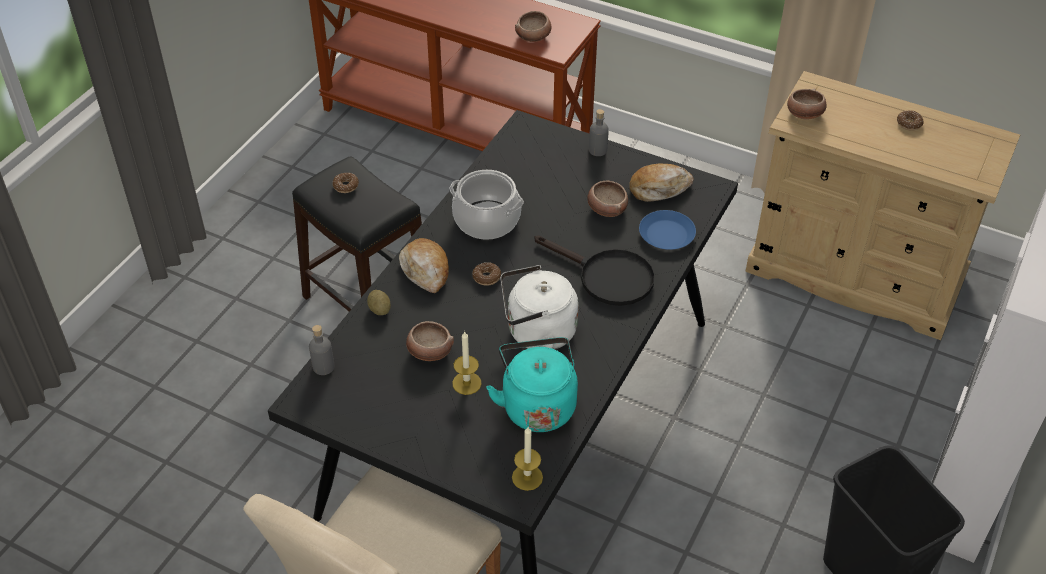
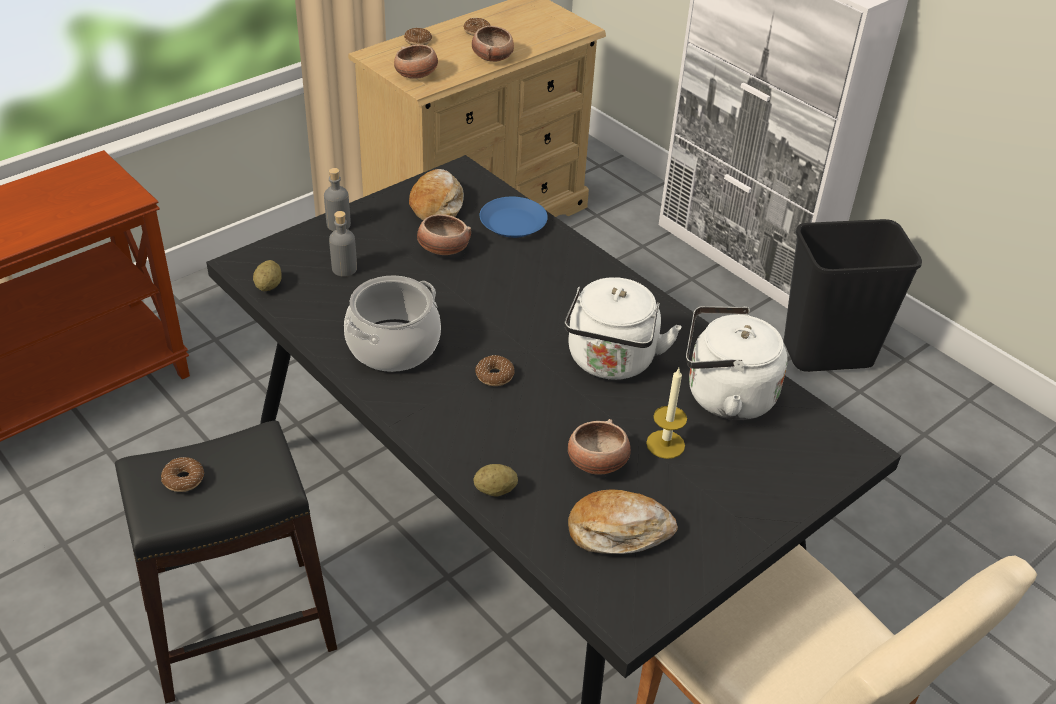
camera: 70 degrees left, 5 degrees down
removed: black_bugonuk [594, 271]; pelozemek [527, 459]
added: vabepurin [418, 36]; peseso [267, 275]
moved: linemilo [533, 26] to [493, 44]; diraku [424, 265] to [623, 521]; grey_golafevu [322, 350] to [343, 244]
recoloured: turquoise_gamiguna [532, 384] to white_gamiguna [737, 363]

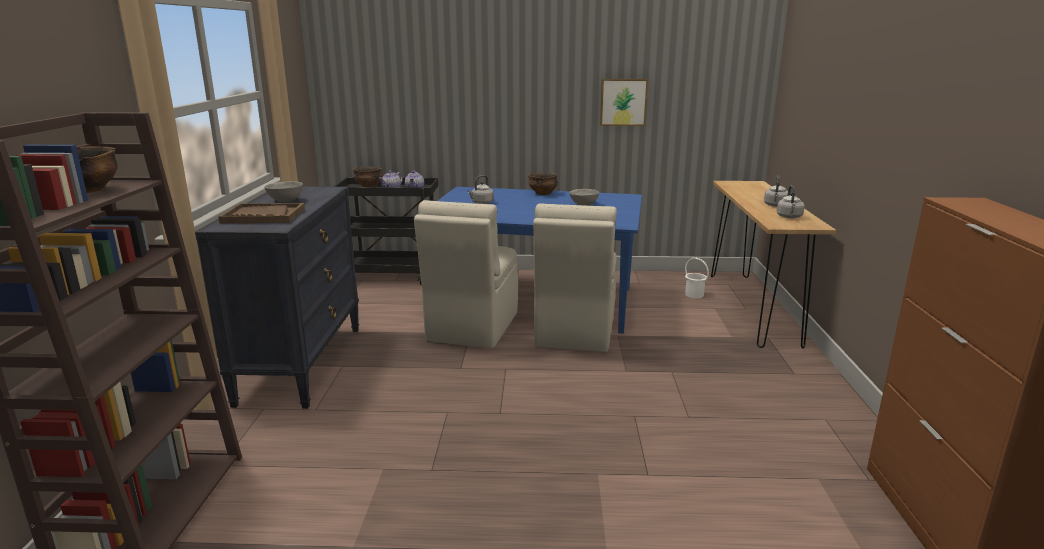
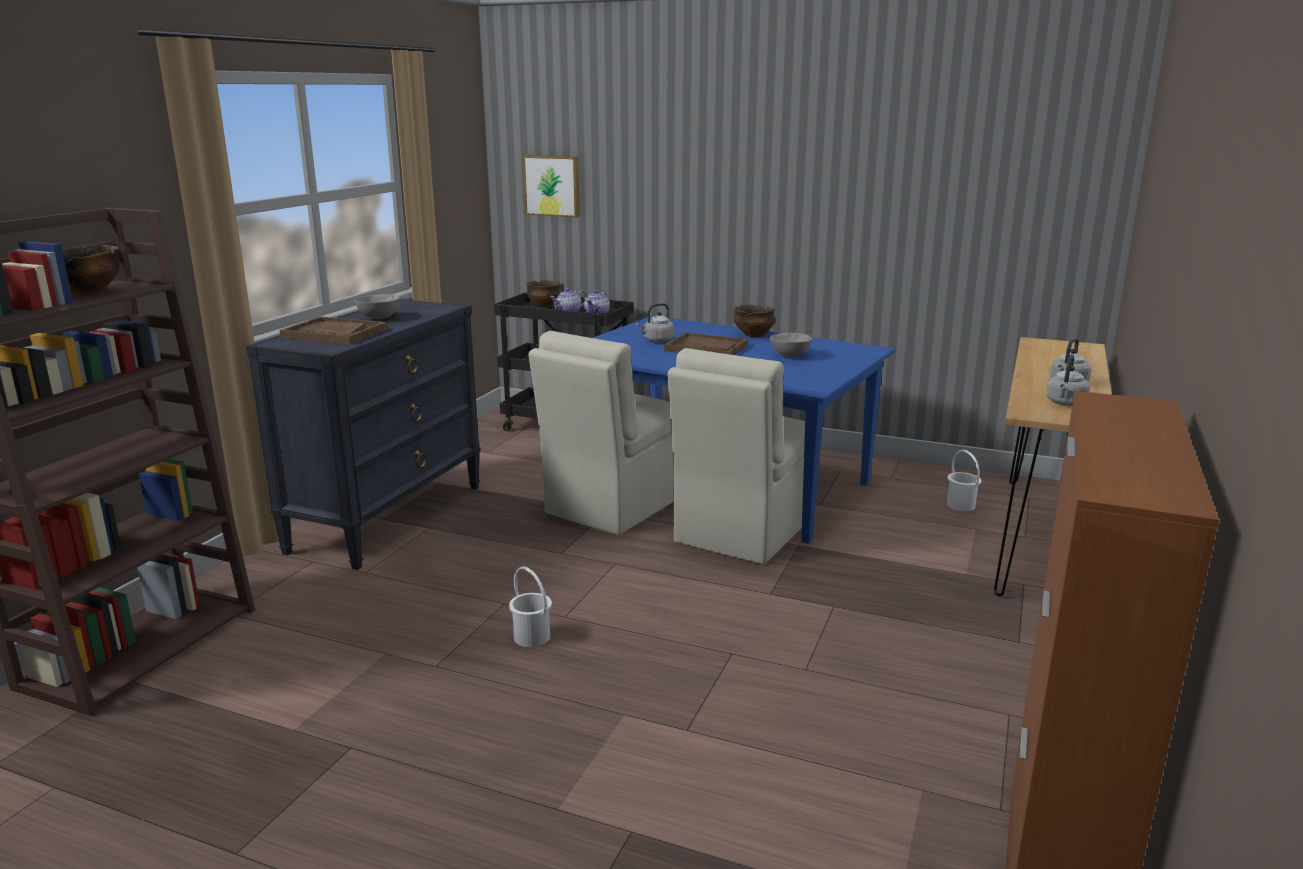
camera: 20 degrees right, 0 degrees up
added: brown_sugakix [706, 343]; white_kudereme [530, 606]
moved: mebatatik [624, 102] to [551, 186]

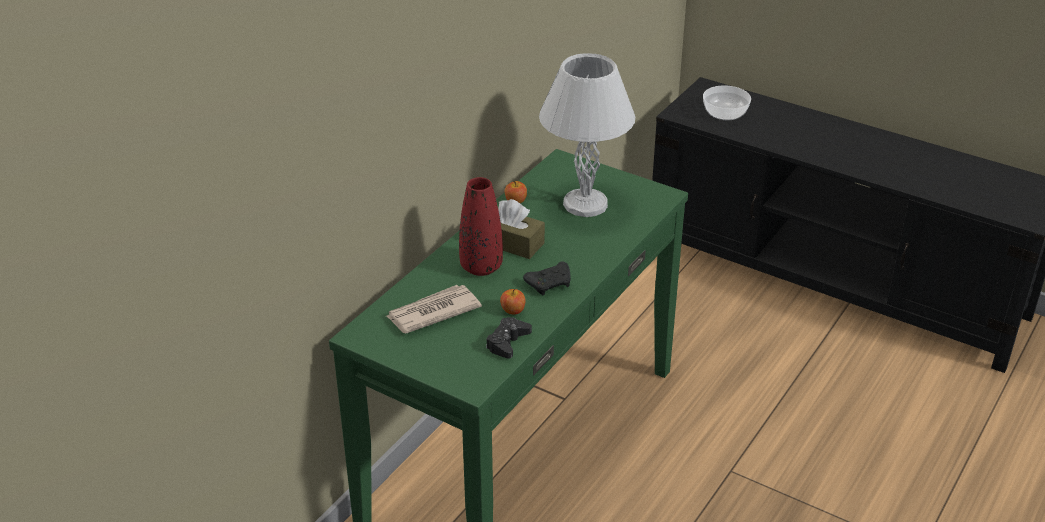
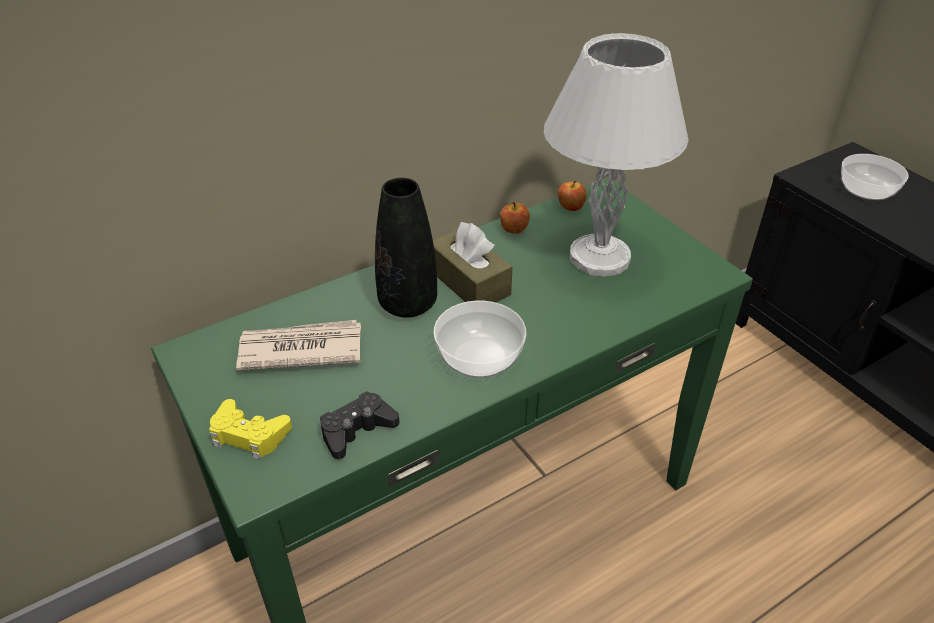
camera: 25 degrees right, 5 degrees up
added: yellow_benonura [250, 429]
moved: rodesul [513, 302] to [572, 196]
replaced: black_benonura [547, 278] to linemilo [479, 339]
recoloured: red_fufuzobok [481, 226] to black_fufuzobok [406, 248]

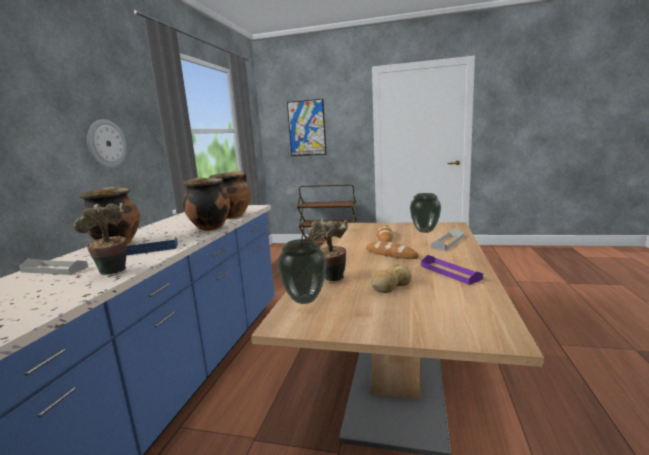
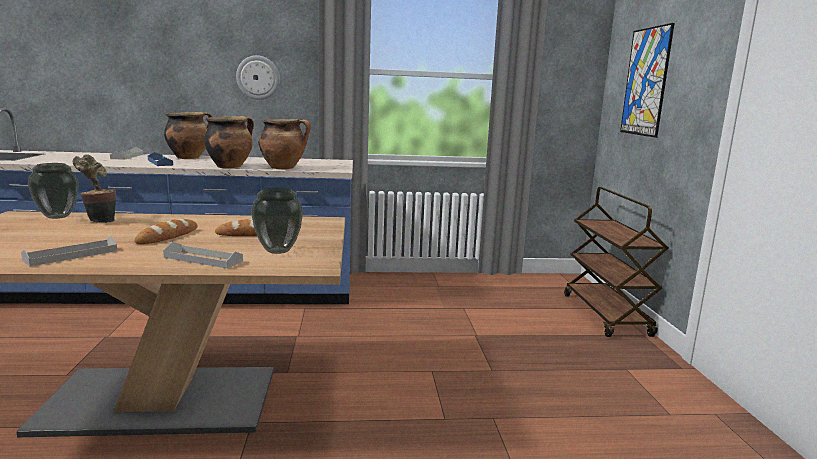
camera: 70 degrees right, 0 degrees up
removed: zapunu [100, 239]; diraku [391, 278]
recoloured: purple_sugakix [452, 270] to grey_sugakix [69, 251]

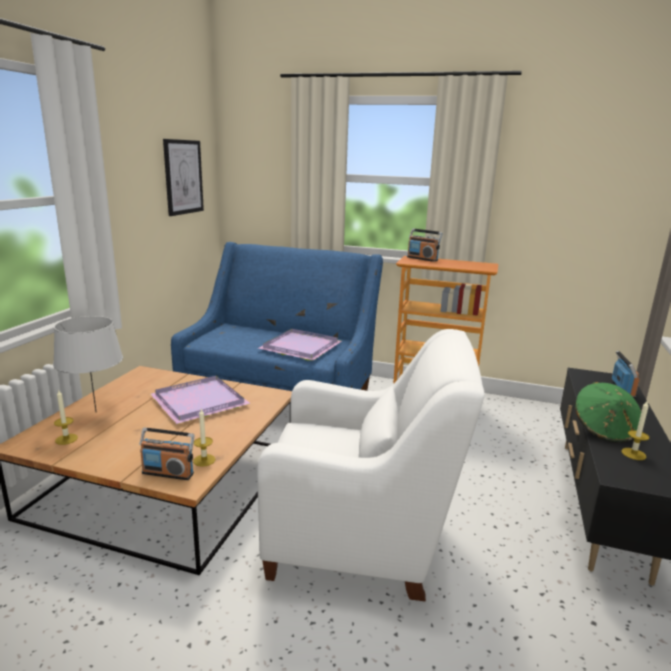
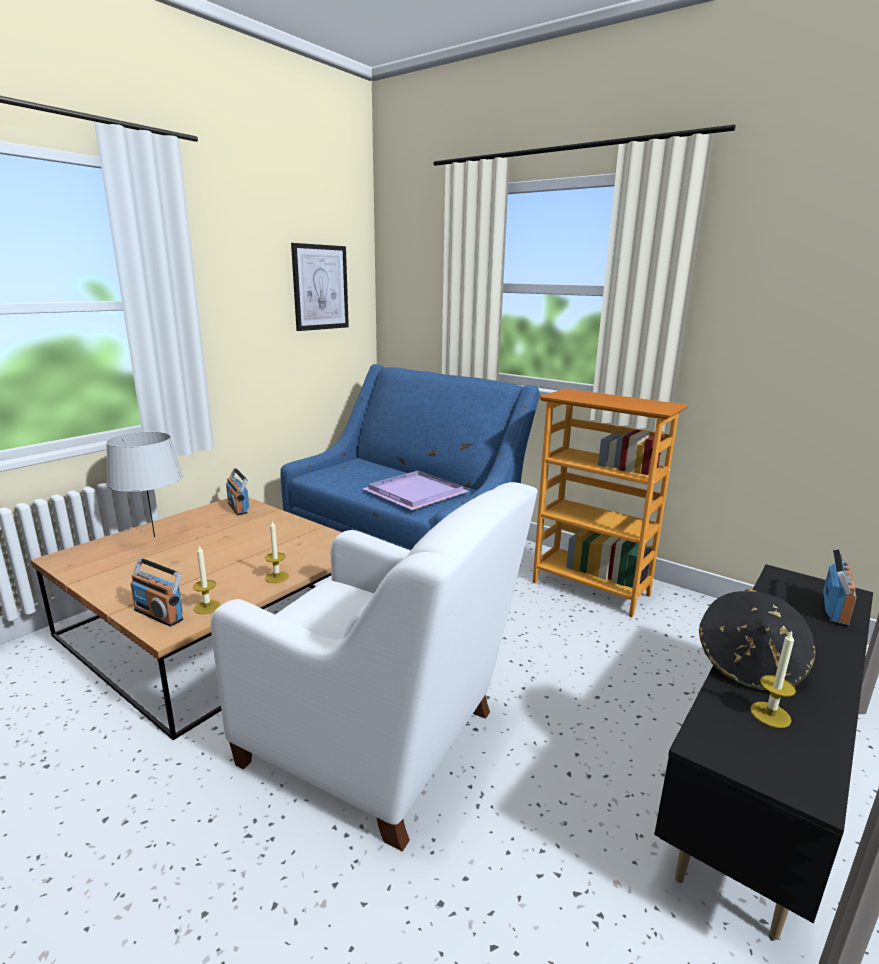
camera: 20 degrees right, 0 degrees up
removed: purple_sugakix [200, 400]
moved: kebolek [425, 245] to [237, 491]; pelozemek [66, 417] to [277, 552]
recoloured: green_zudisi [608, 412] to black_zudisi [757, 640]

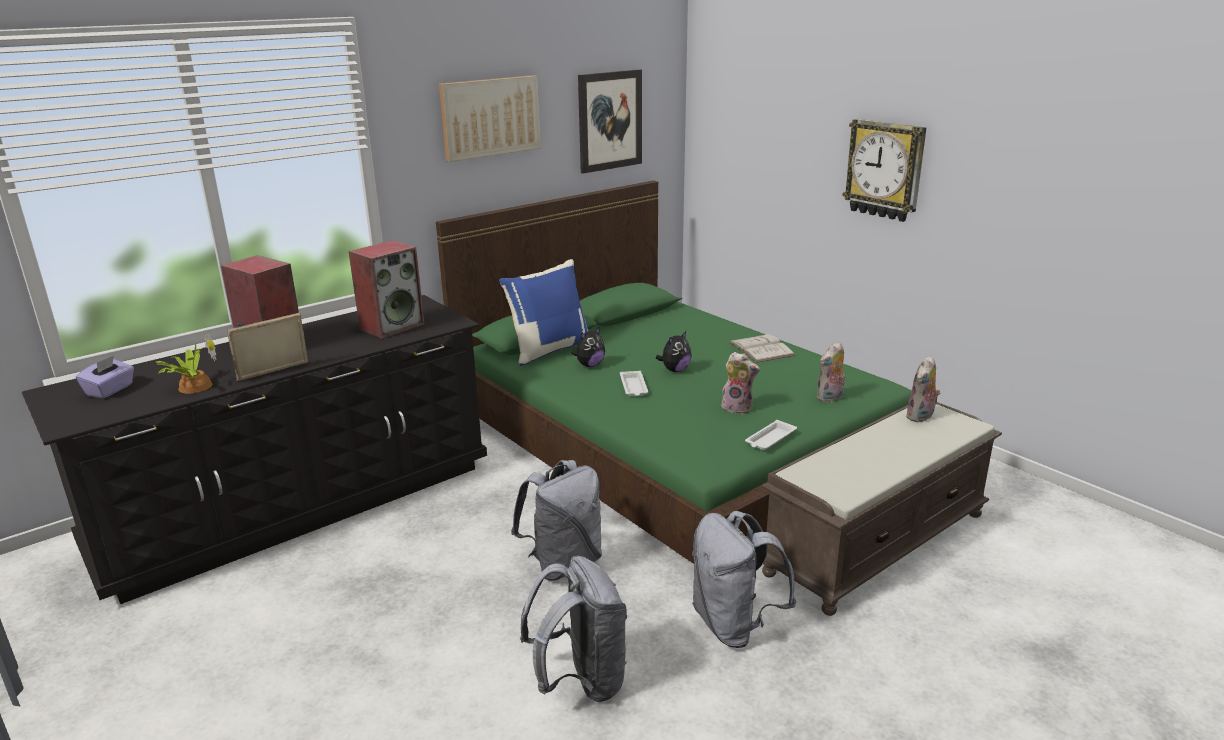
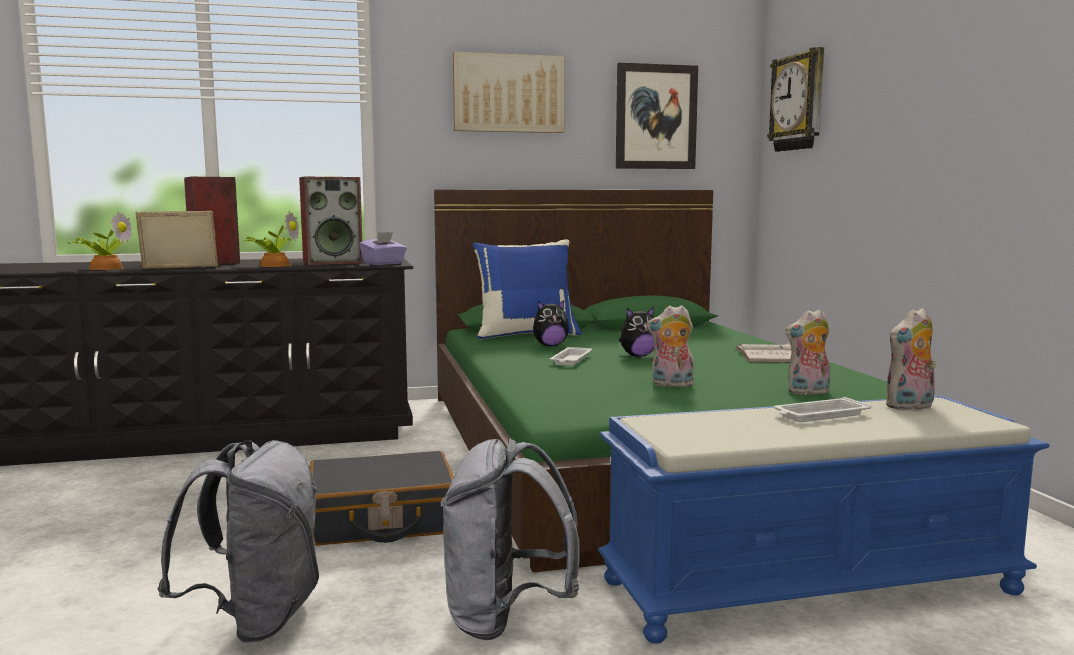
camera: 25 degrees right, 15 degrees down
added: zapunu [270, 239]
moved: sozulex [884, 170] to [795, 99]; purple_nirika [105, 376] to [383, 248]; white_sugakix [771, 435] to [822, 409]
replaced: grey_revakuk [556, 520] to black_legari [381, 498]
recoloured: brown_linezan [882, 509] to blue_linezan [824, 519]
turned: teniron [740, 383] = [670, 346] 135 degrees clockwise

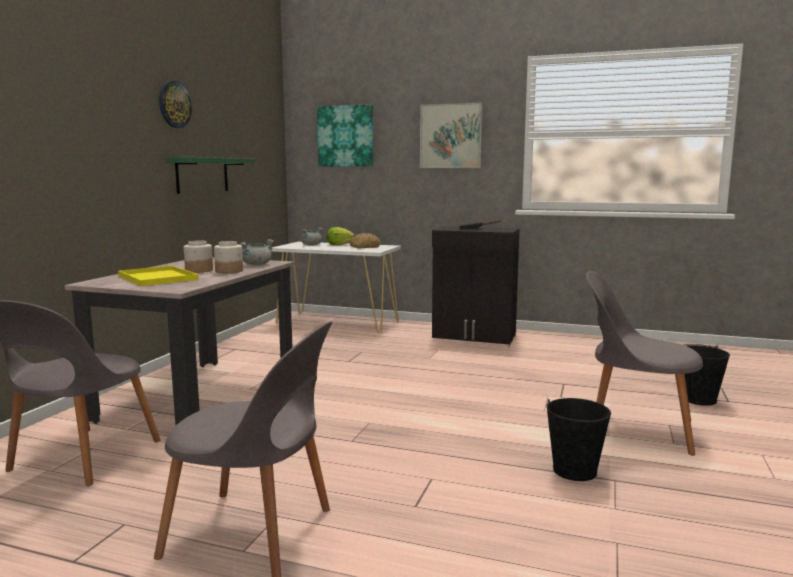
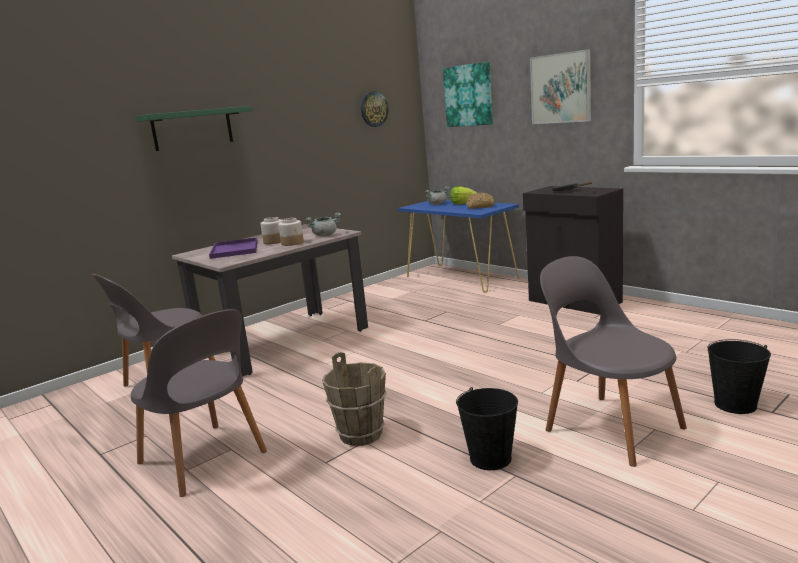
camera: 30 degrees right, 5 degrees up
added: brown_kudereme [354, 399]
moved: sozulex [175, 104] to [375, 109]; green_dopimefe [210, 175] to [194, 128]
recoloured: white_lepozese [336, 287] to blue_lepozese [458, 246]; yellow_sugakix [158, 276] to purple_sugakix [233, 248]

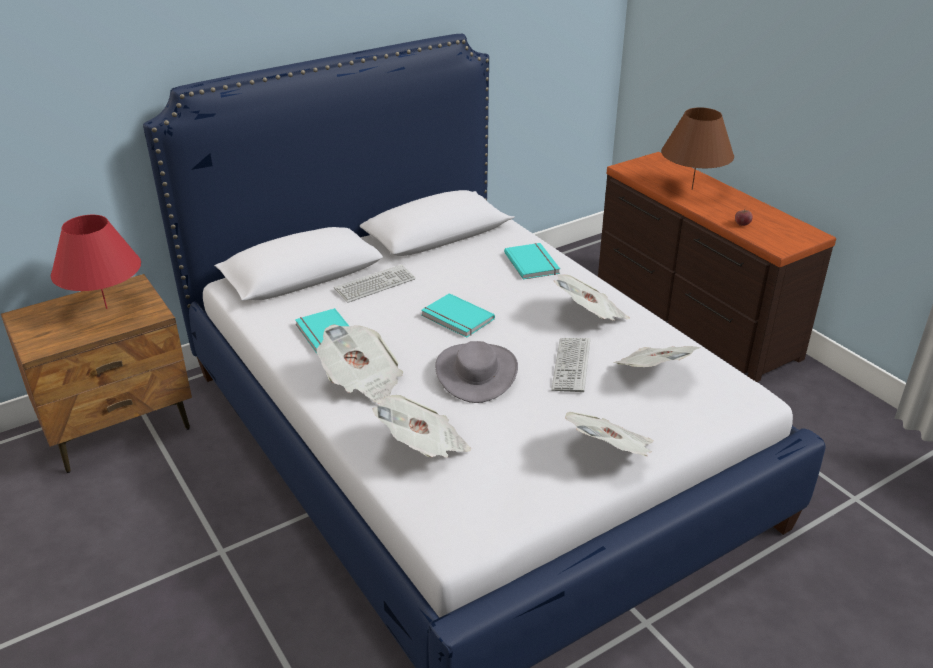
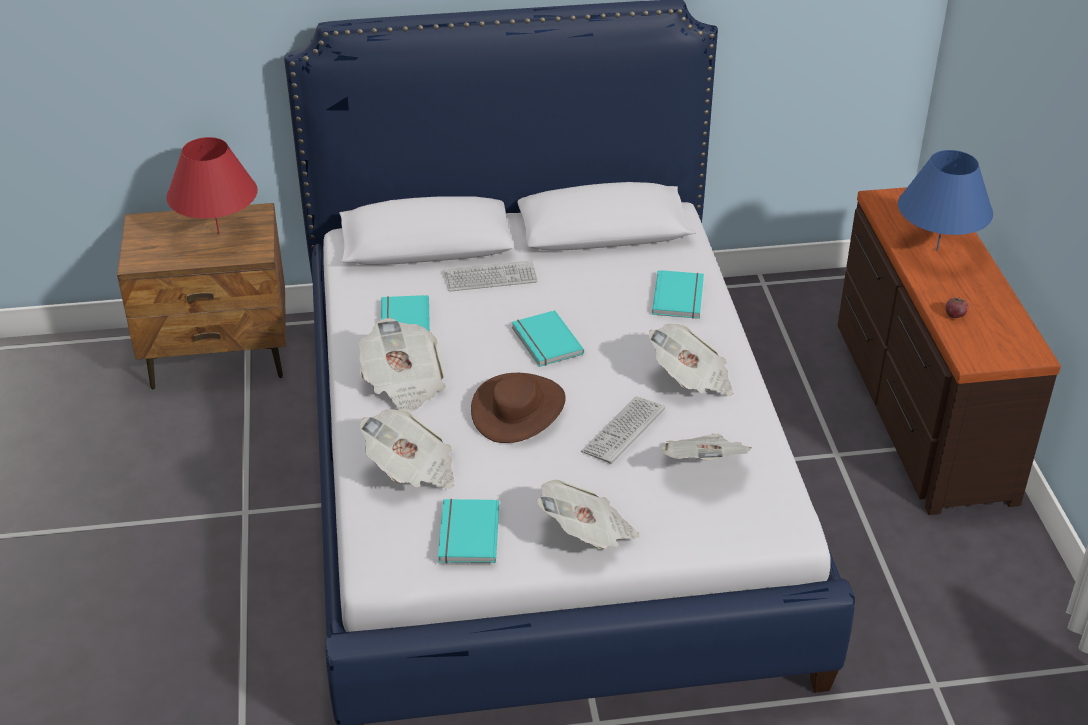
camera: 25 degrees right, 5 degrees up
added: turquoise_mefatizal [468, 531]
recoloured: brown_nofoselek [697, 148] to blue_nofoselek [945, 200]; grey_zudisi [476, 372] to brown_zudisi [518, 408]

